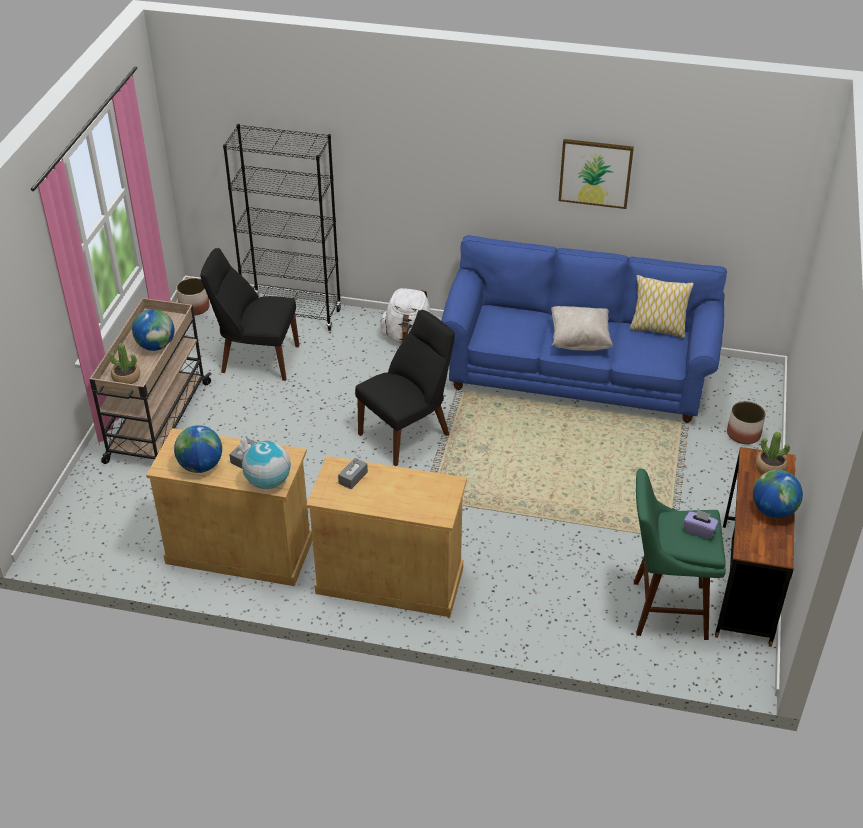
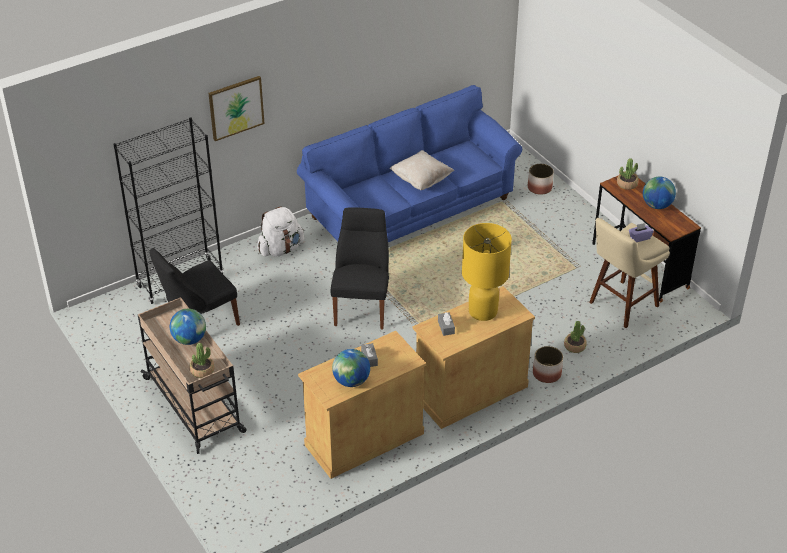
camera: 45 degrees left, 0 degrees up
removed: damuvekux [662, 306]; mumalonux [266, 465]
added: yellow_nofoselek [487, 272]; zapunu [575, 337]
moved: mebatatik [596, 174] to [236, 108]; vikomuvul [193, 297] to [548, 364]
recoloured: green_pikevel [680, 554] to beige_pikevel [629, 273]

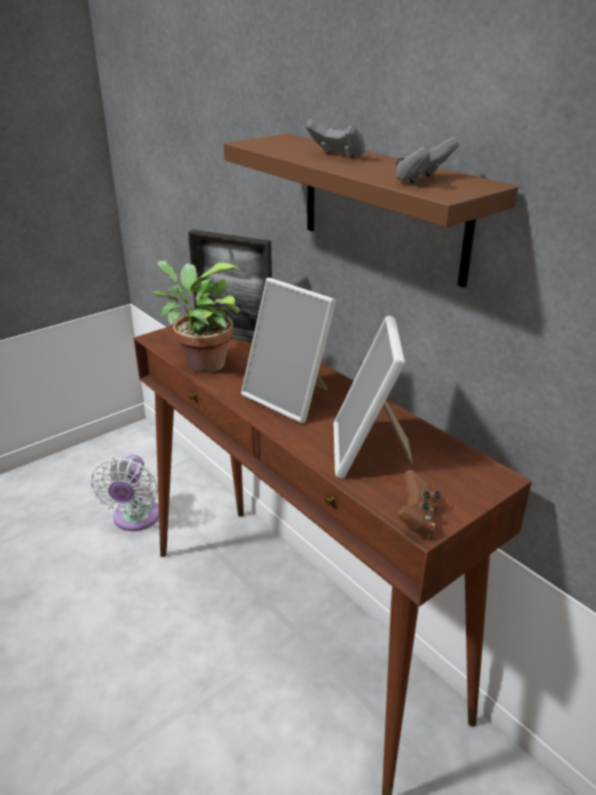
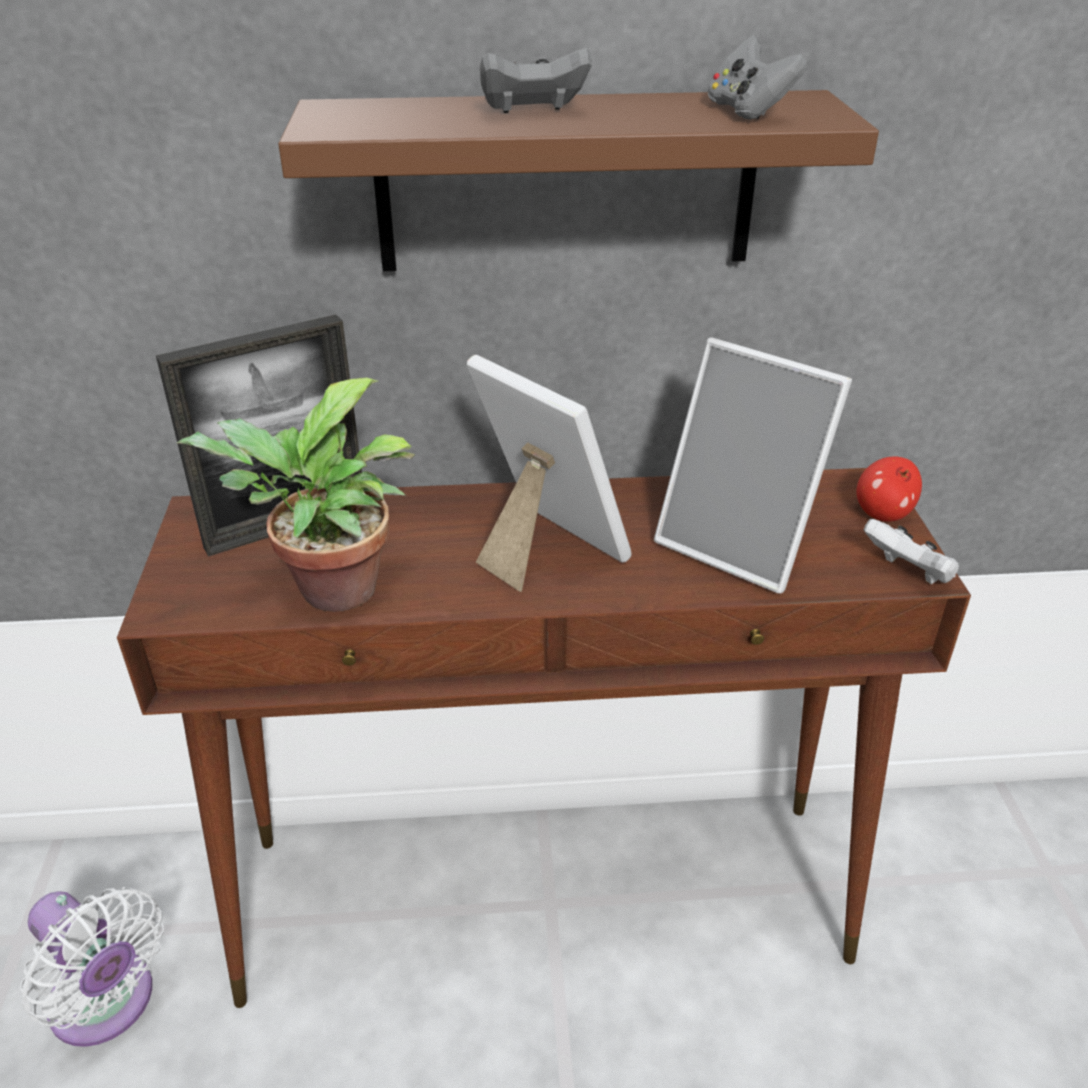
camera: 55 degrees left, 5 degrees up
added: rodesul [889, 488]
recoloured: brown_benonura [418, 503] to white_benonura [911, 551]
turned: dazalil [288, 350] = [549, 473] 120 degrees counterclockwise

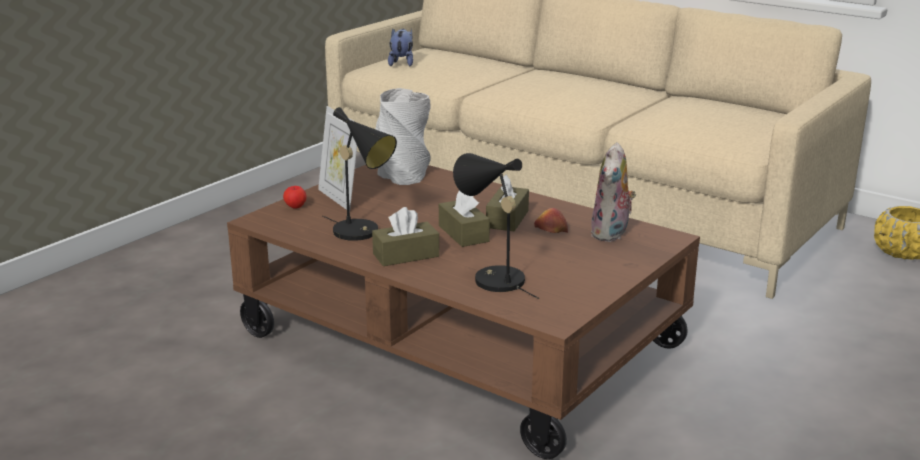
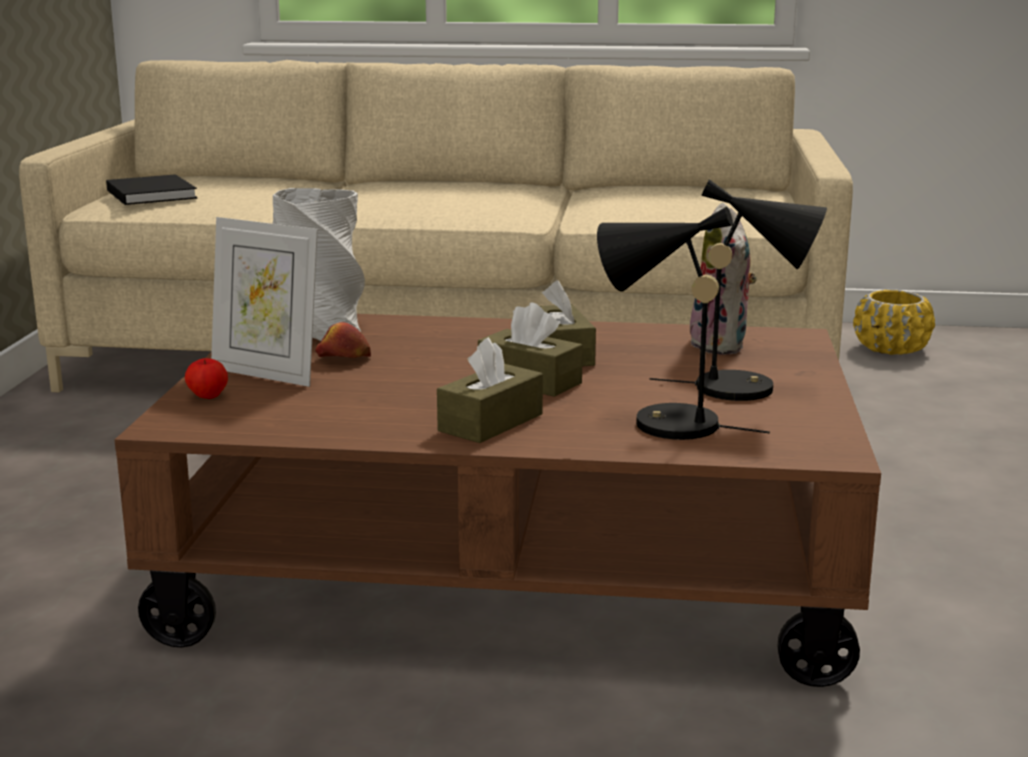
camera: 30 degrees left, 5 degrees down
moved: black_nofoselek [360, 174] to [738, 290]; rodesul [551, 220] to [343, 340]
replaced: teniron [400, 47] to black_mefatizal [151, 189]

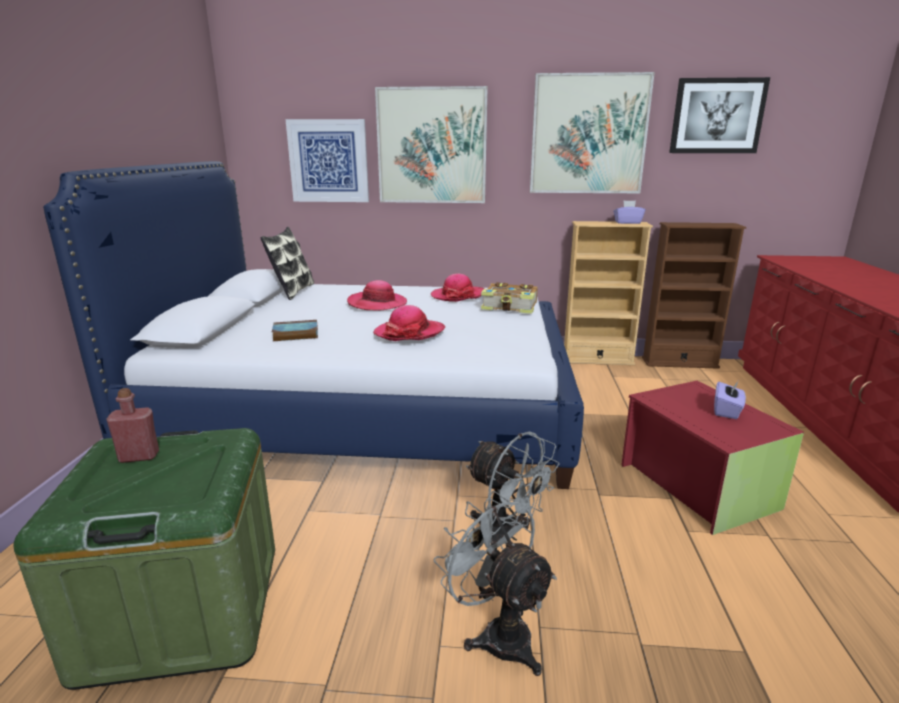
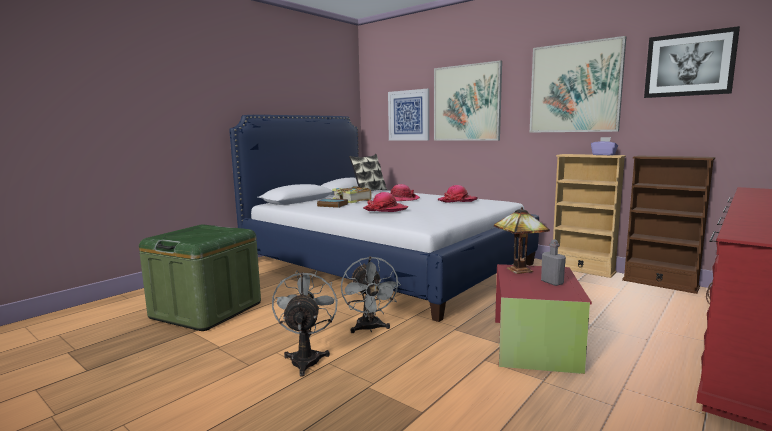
camera: 35 degrees right, 10 degrees down
removed: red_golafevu [132, 425]
added: nofoselek [522, 240]
moved: mefatizal [509, 298] to [352, 194]
replaced: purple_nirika [730, 400] to grey_golafevu [553, 263]

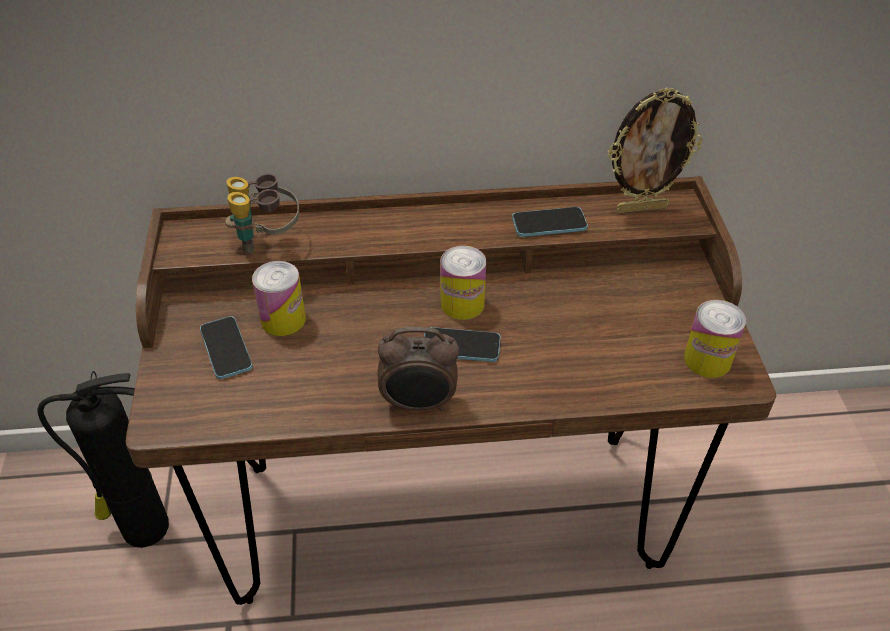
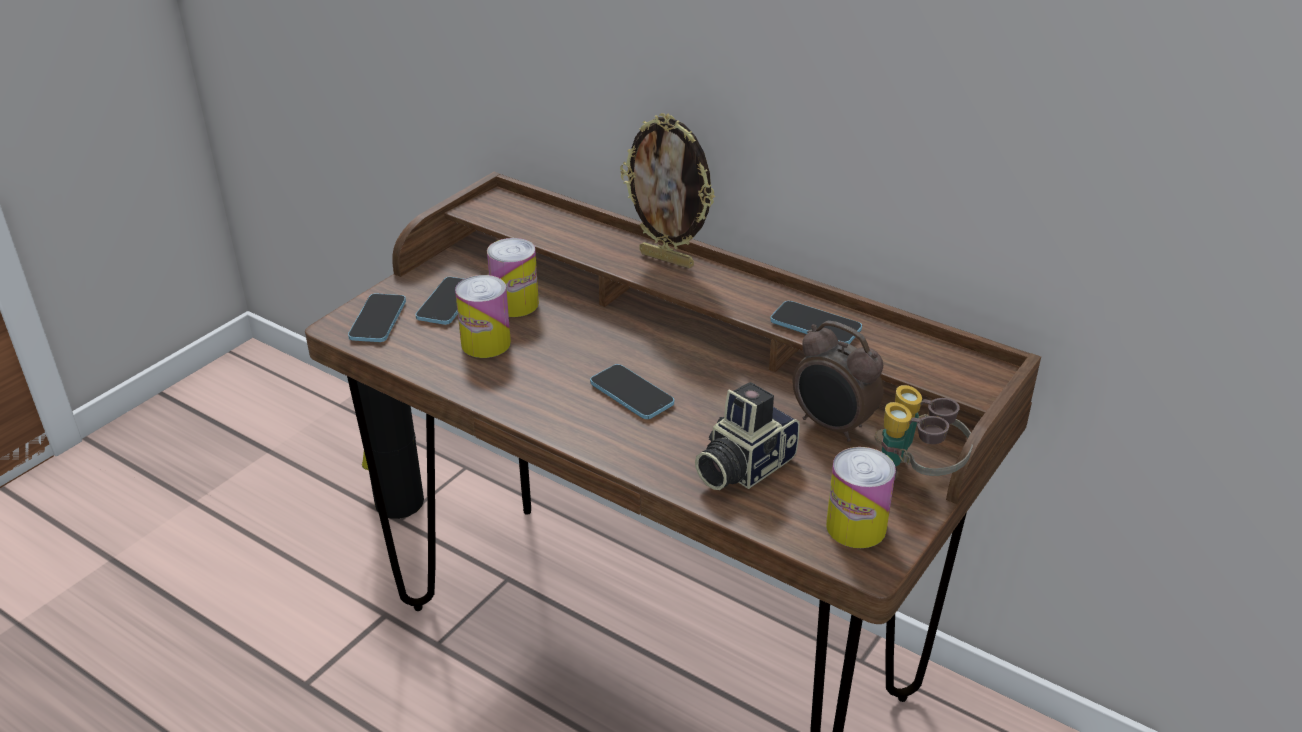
camera: 40 degrees right, 10 degrees down
added: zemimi [377, 317]; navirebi [747, 436]
moved: dazalil [655, 150] to [667, 190]; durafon [262, 214] to [924, 433]; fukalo [463, 283] to [483, 316]; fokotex [418, 369] to [838, 381]

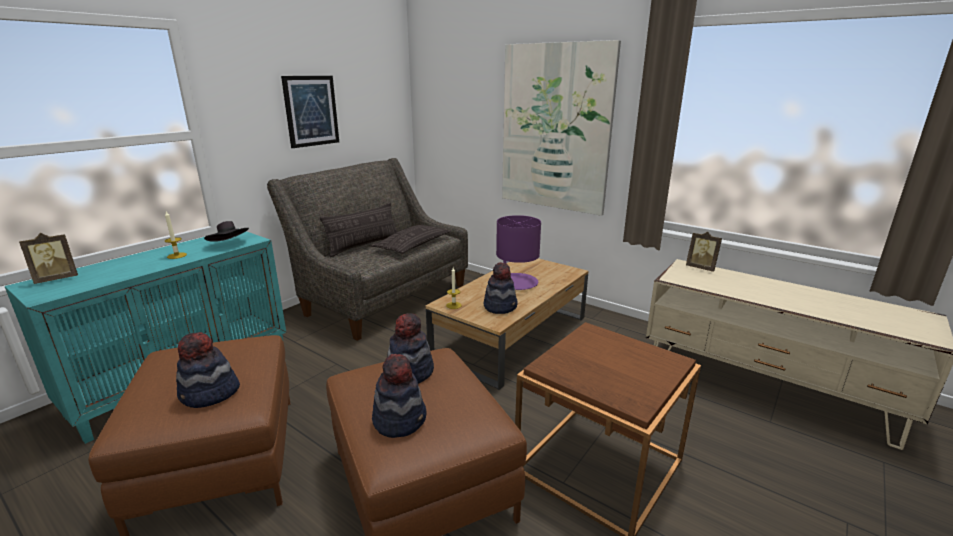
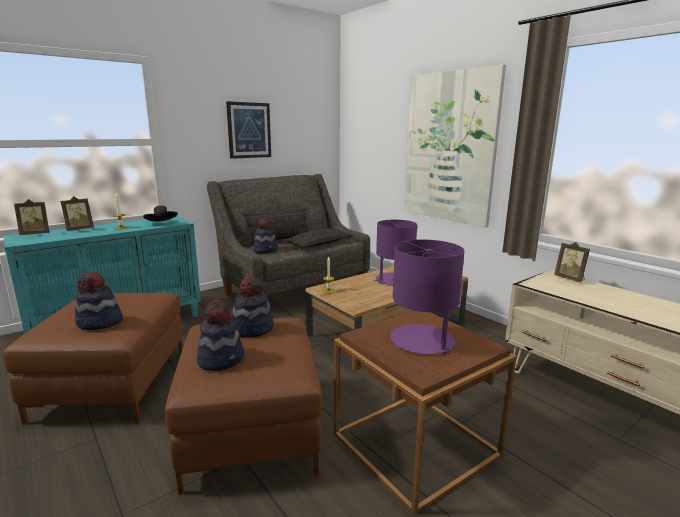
camera: 15 degrees right, 5 degrees down
added: dazalil [77, 213]; purple_nofoselek [427, 297]
moved: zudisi [500, 288] to [265, 235]

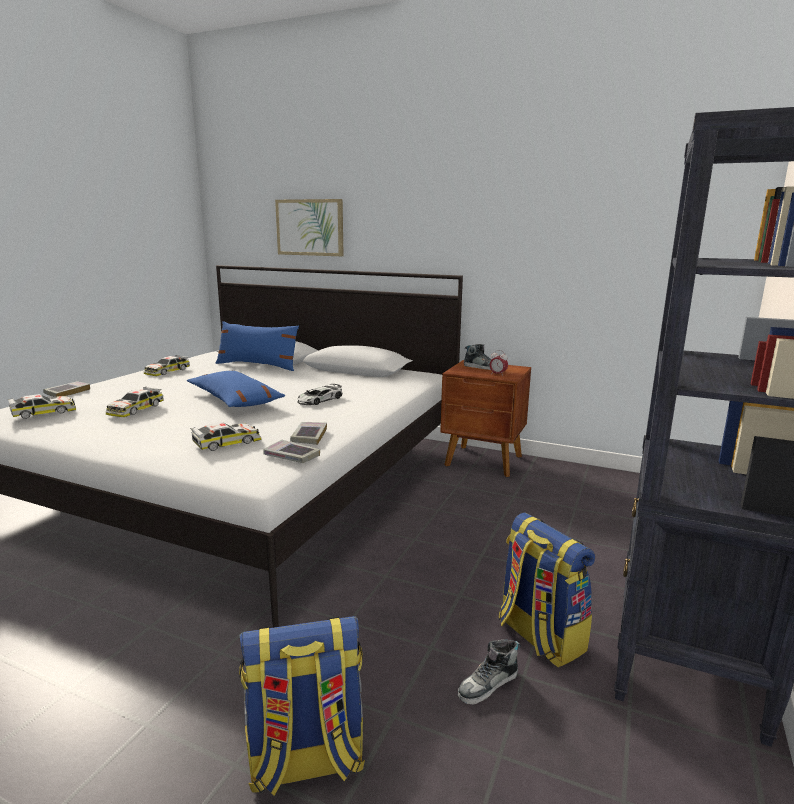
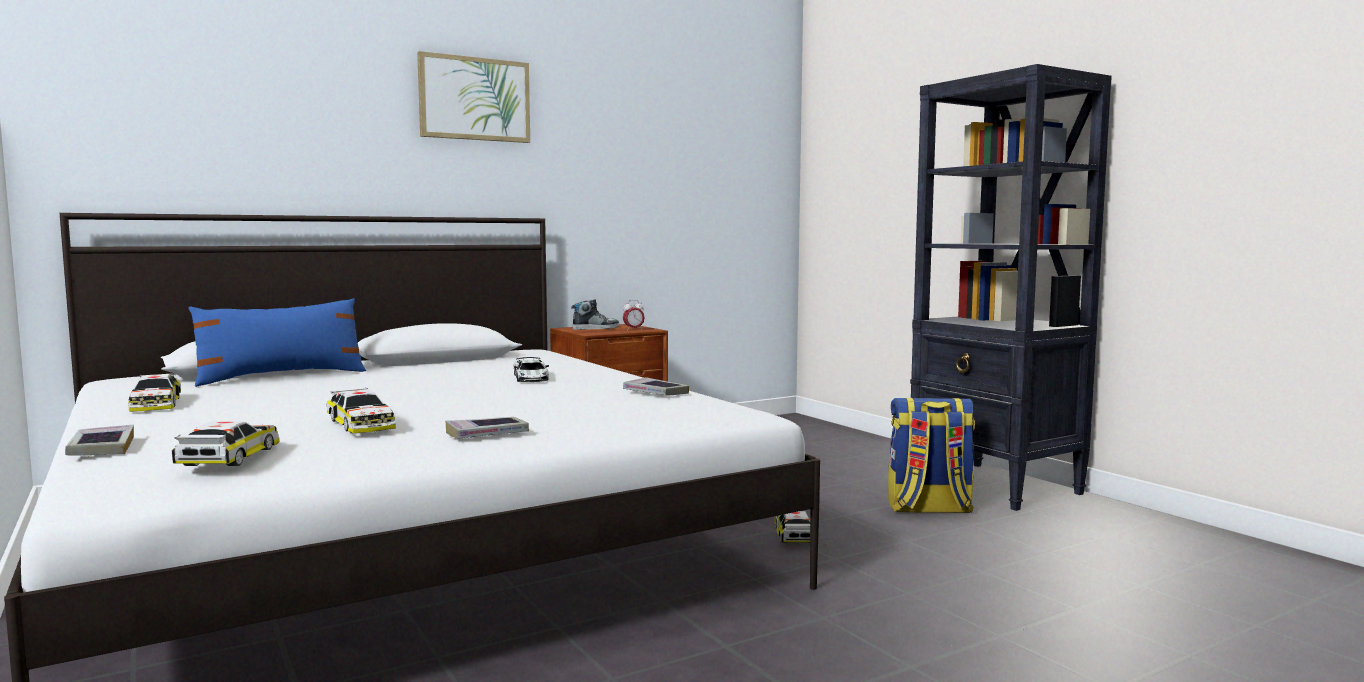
camera: 55 degrees left, 10 degrees down
removed: blue_damuvekux [236, 389]; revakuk [302, 706]; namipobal [489, 672]
moved: mebatatik [309, 227] to [473, 97]; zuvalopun [225, 436] to [792, 527]; mefatizal [291, 451] to [487, 428]

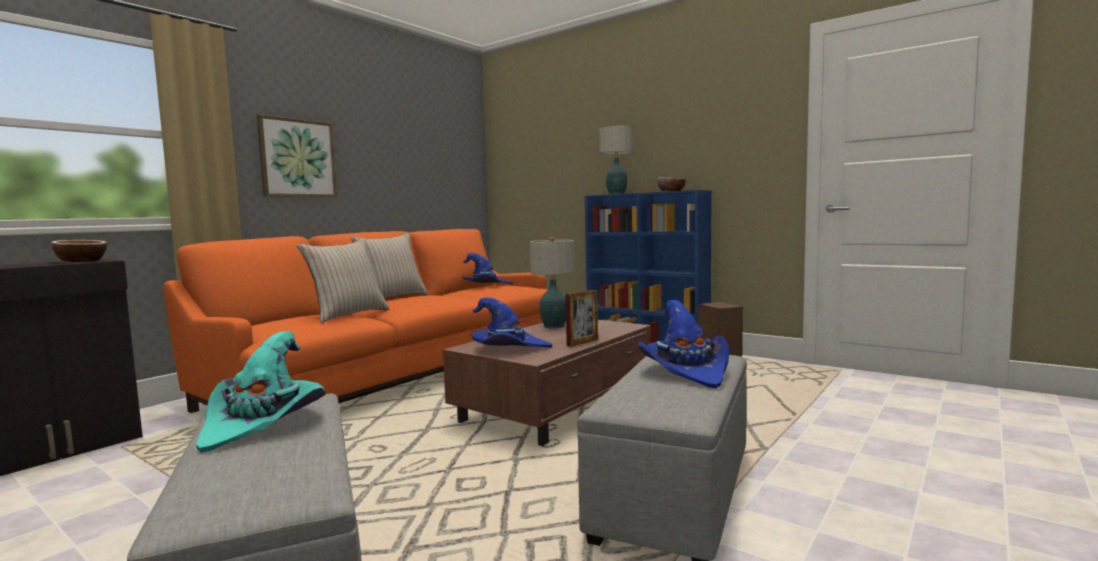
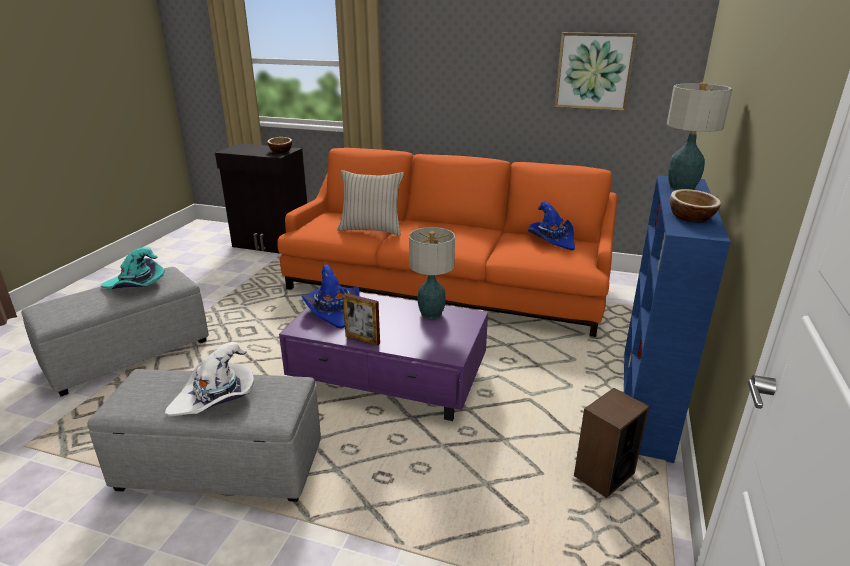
camera: 70 degrees right, 20 degrees up
removed: beige_damuvekux [389, 265]
moved: mebatatik [297, 156] to [595, 71]
recoloured: blue_zudisi [683, 344] to white_zudisi [209, 379]; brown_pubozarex [547, 383] to purple_pubozarex [383, 356]

